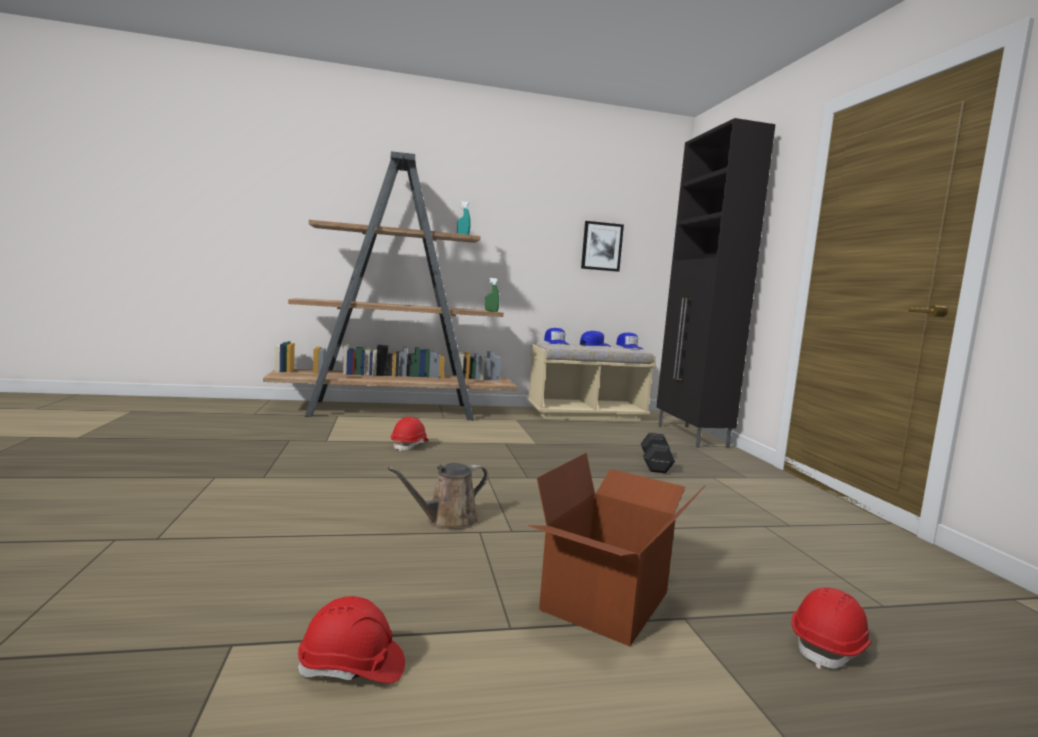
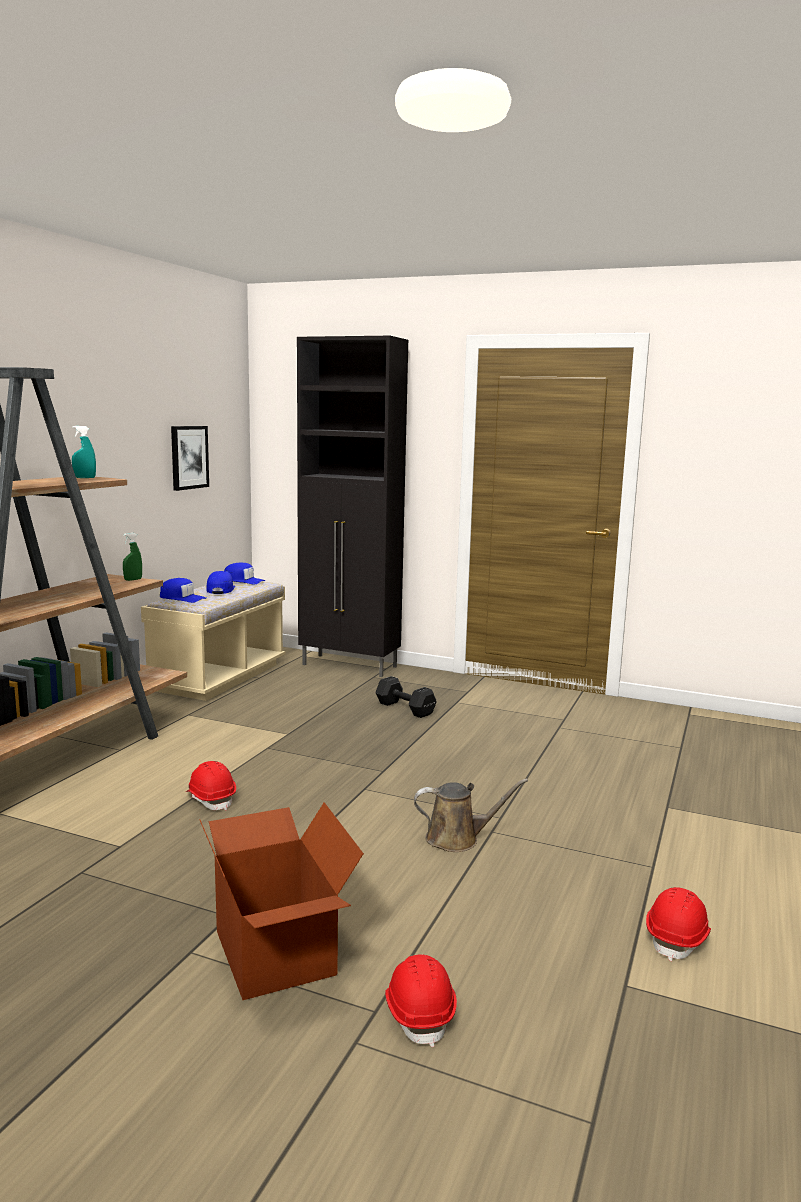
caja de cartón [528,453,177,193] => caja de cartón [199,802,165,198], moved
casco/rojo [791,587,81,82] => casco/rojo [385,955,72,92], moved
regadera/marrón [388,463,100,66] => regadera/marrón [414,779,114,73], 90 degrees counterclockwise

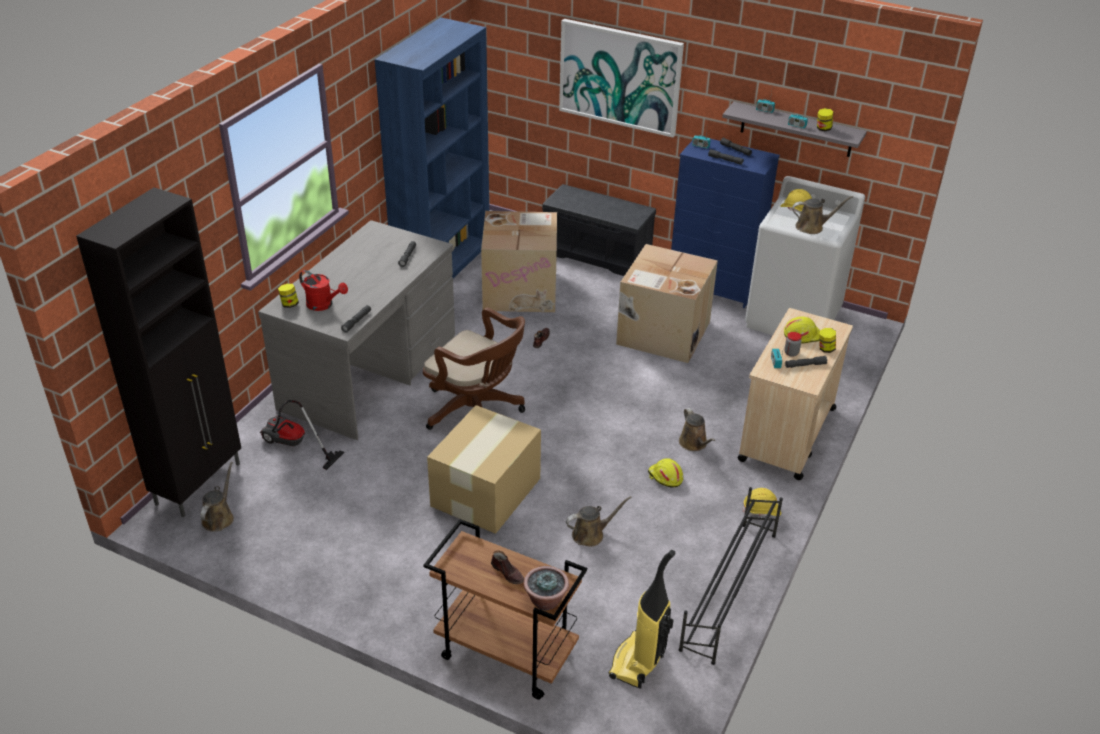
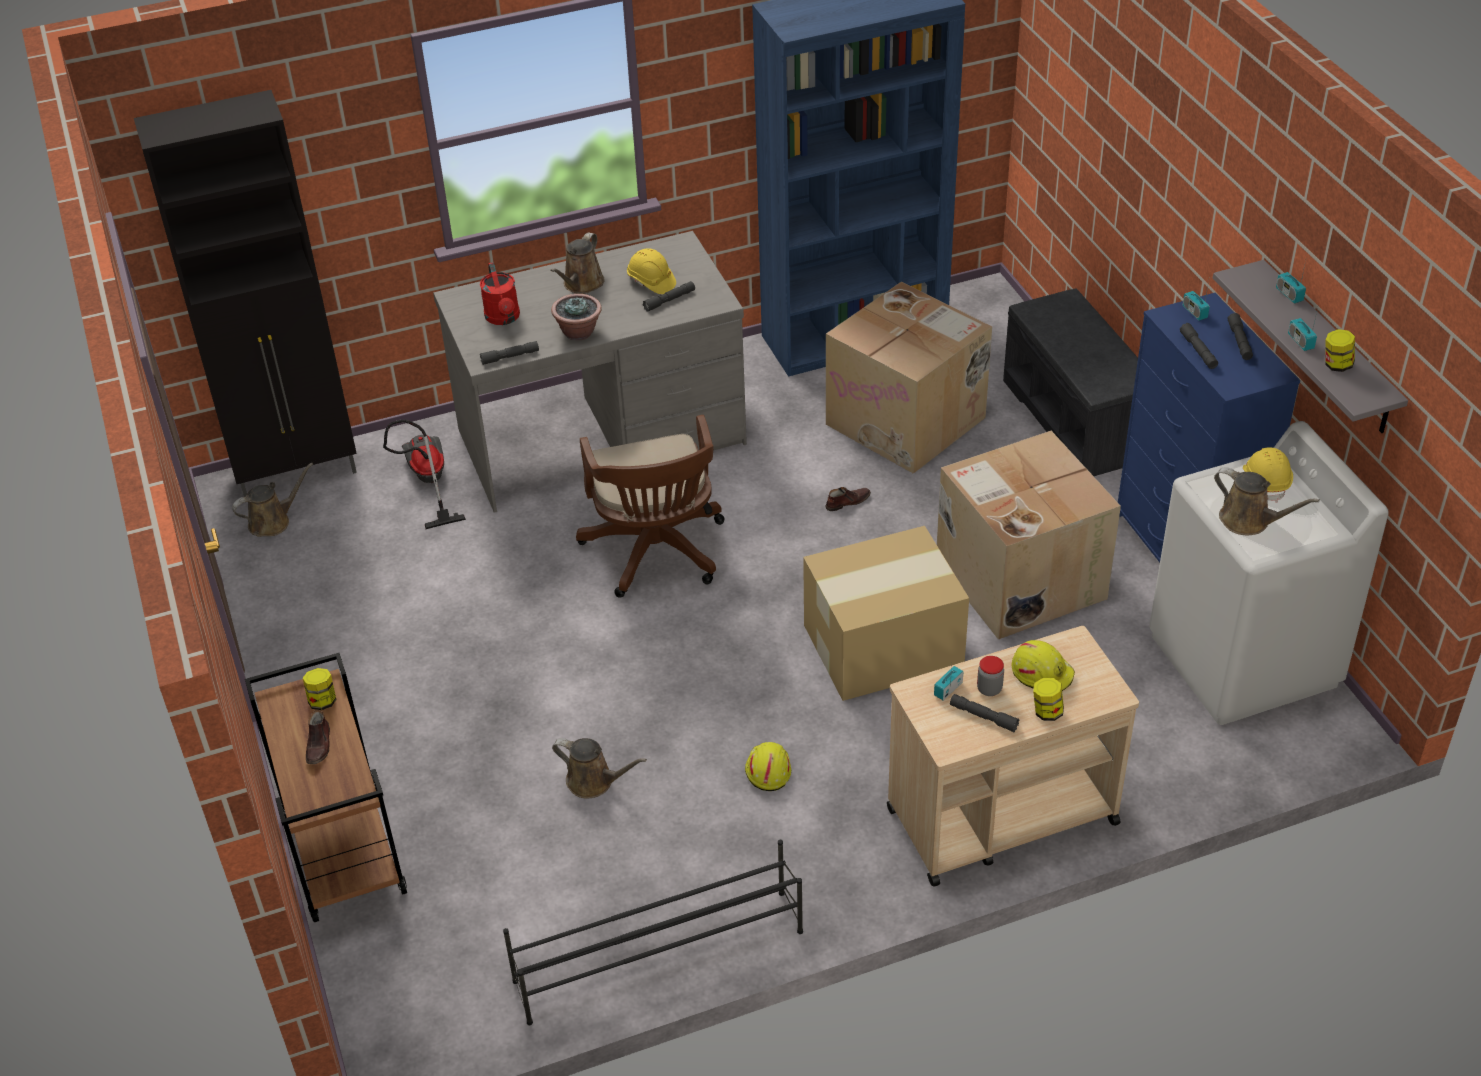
cuadro [559,19,125,119] => nothing
aspiradora [609,550,66,139] => nothing
tarro [278,284,21,24] => tarro [303,668,33,42], moved
caja de cartón [427,405,114,129] => caja de cartón [803,526,166,175], moved
planta en maceta [523,566,46,45] => planta en maceta [551,294,51,46], moved
regadera/marrón [679,408,36,43] => regadera/marrón [550,233,55,61], moved
casco/amarillo [743,488,38,28] => casco/amarillo [627,248,49,46], moved

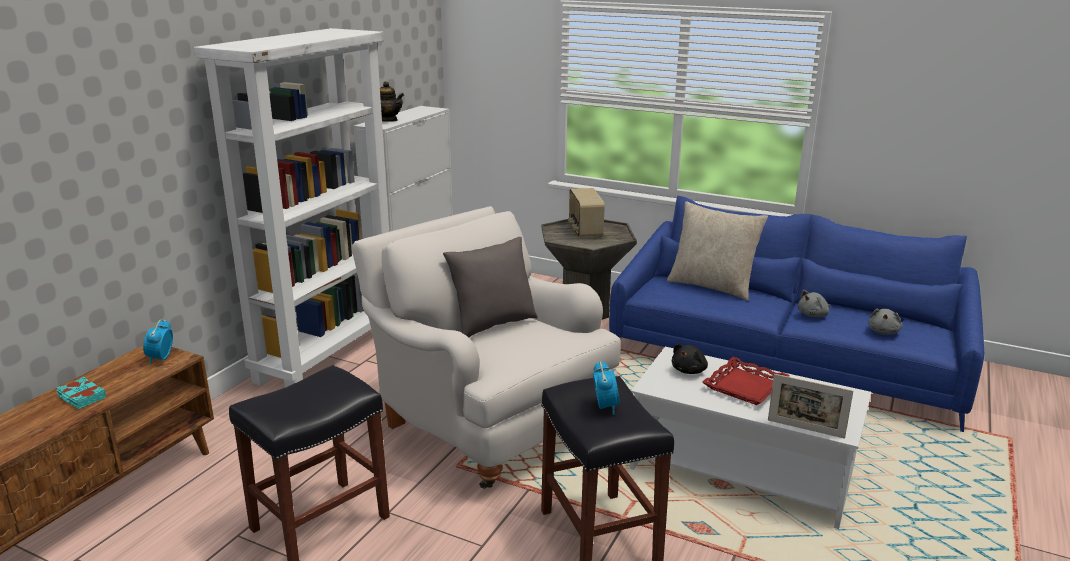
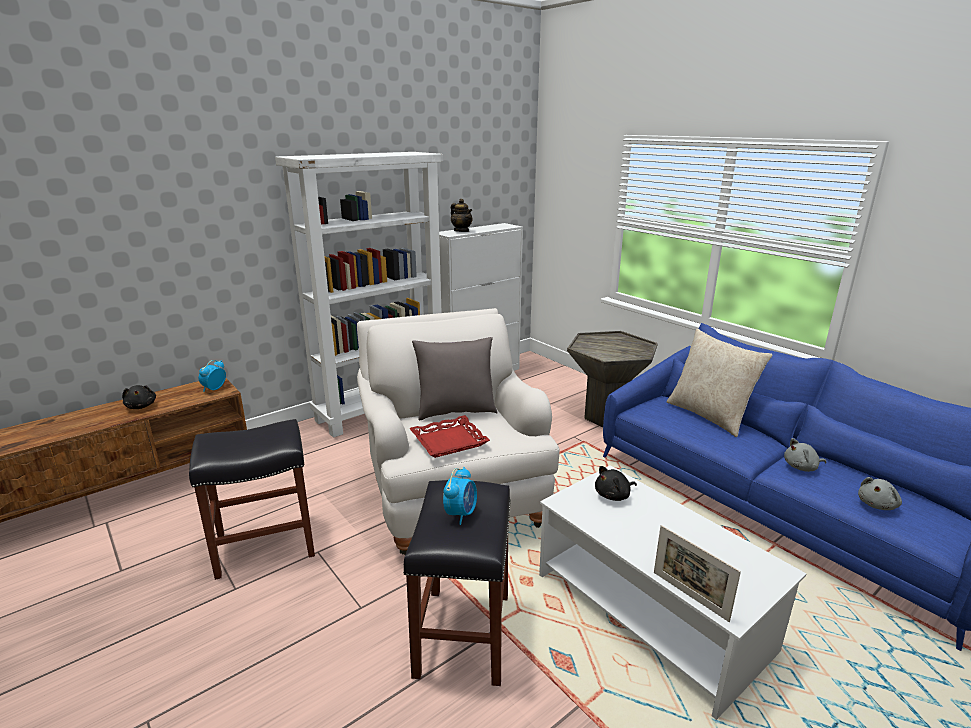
radio [568,188,37,50] => nothing
bandeja/rojo [702,357,88,48] => bandeja/rojo [409,415,81,43], moved
libro/turquesa [56,377,50,32] => peluche/negro [122,385,34,24]

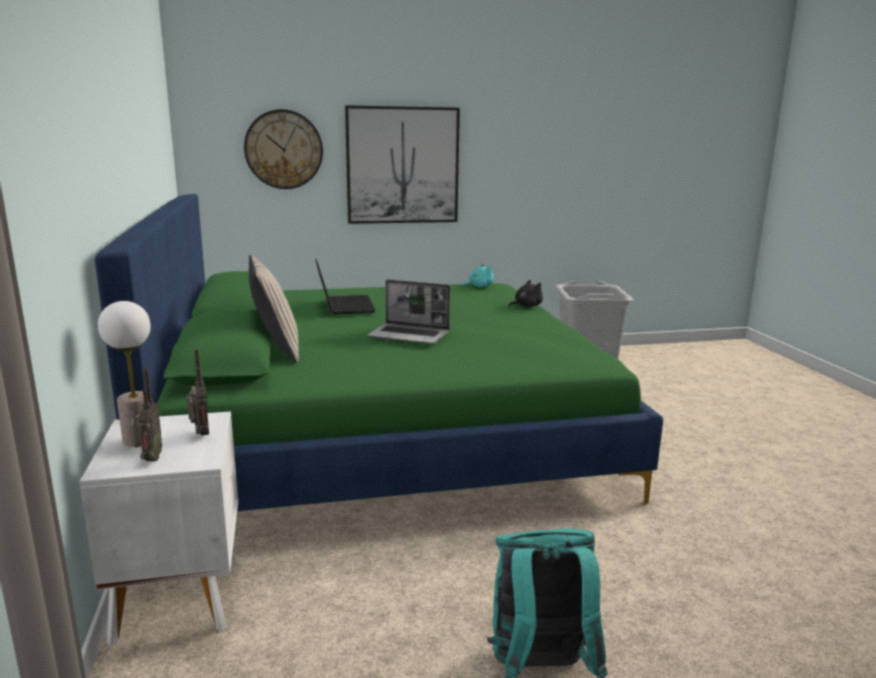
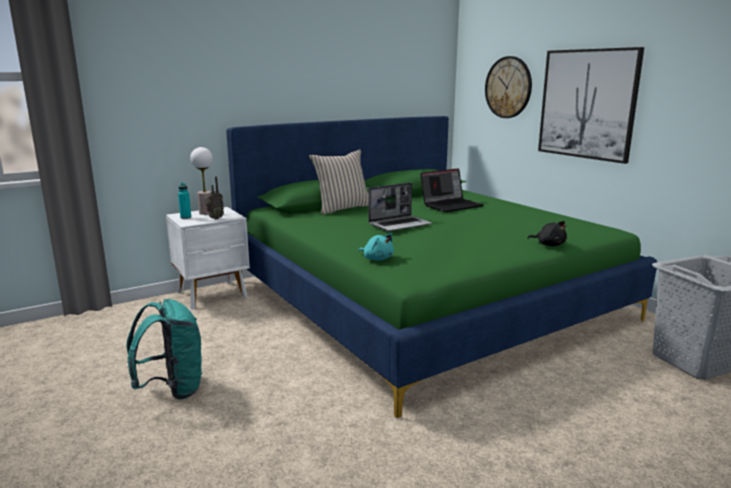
peluche/turquesa [462,263,32,25] => peluche/turquesa [358,233,36,28], moved
radio [130,368,32,93] => botella/turquesa [178,182,13,37]
portátil [368,279,82,65] => portátil [368,182,64,50], 120 degrees counterclockwise

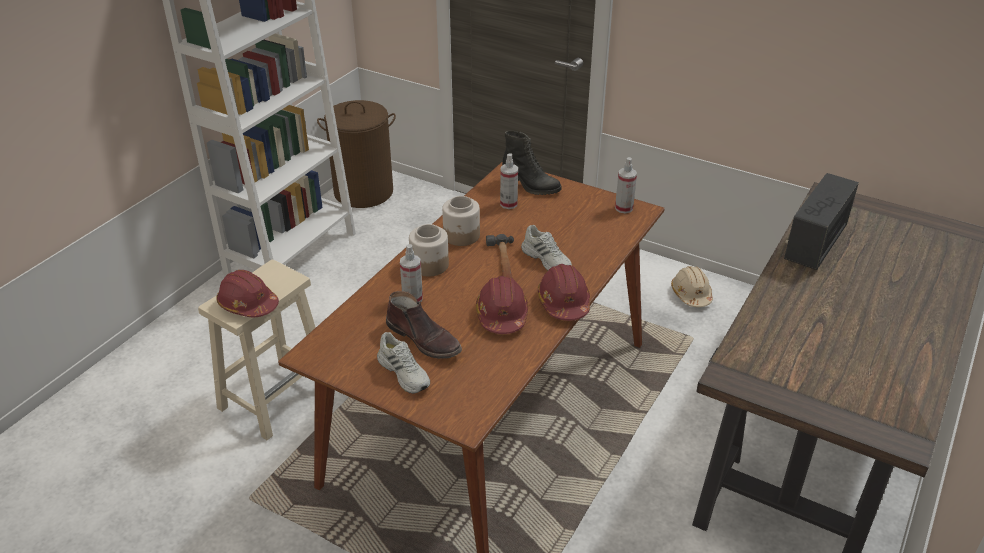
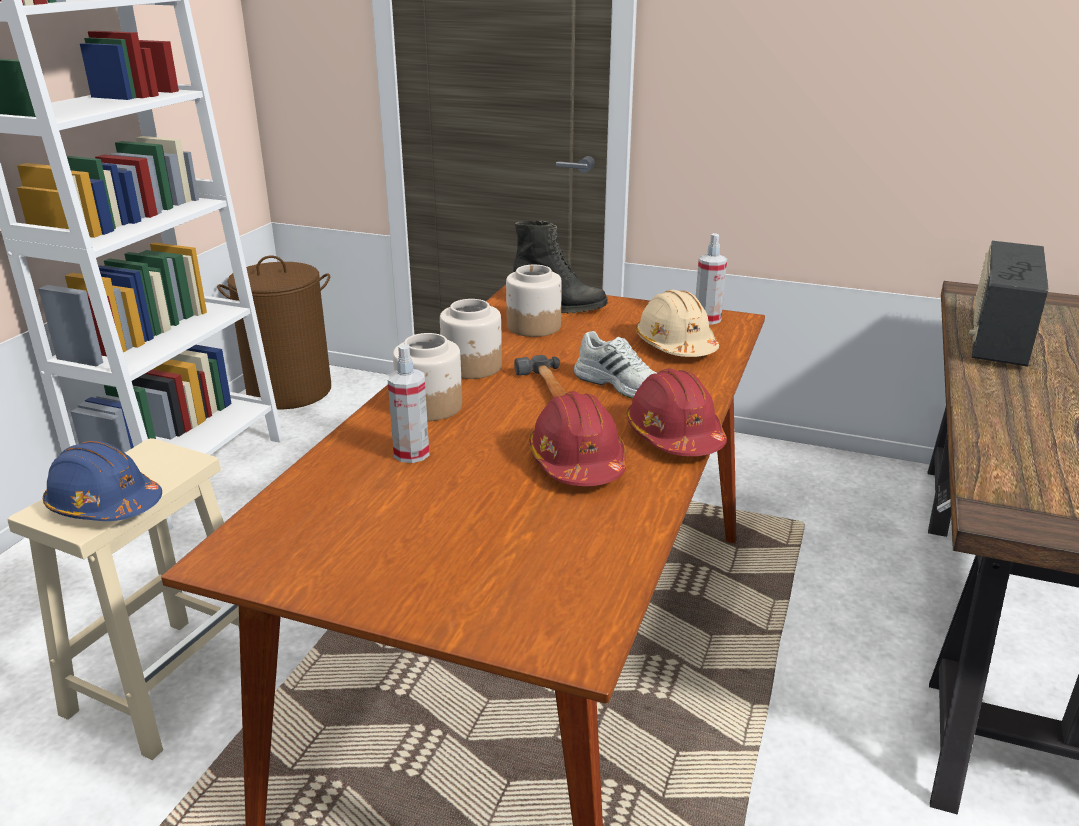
zapato/blanco [377,332,53,62] => nothing
bota/marrón [386,291,76,68] => nothing
casco/beis [671,266,42,41] => casco/beis [636,290,83,67], moved
pulverizador [500,153,18,56] => tarro [506,265,56,72]
casco/rojo [216,270,63,47] => casco/azul [43,441,119,80]

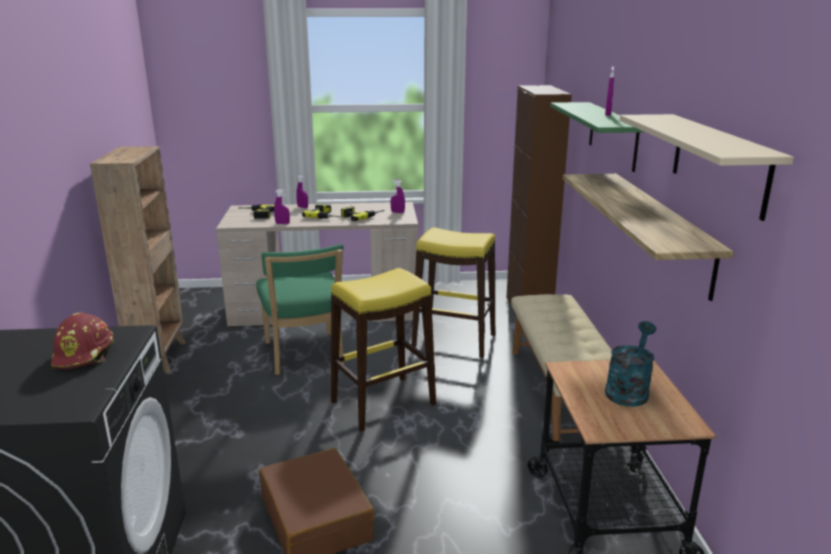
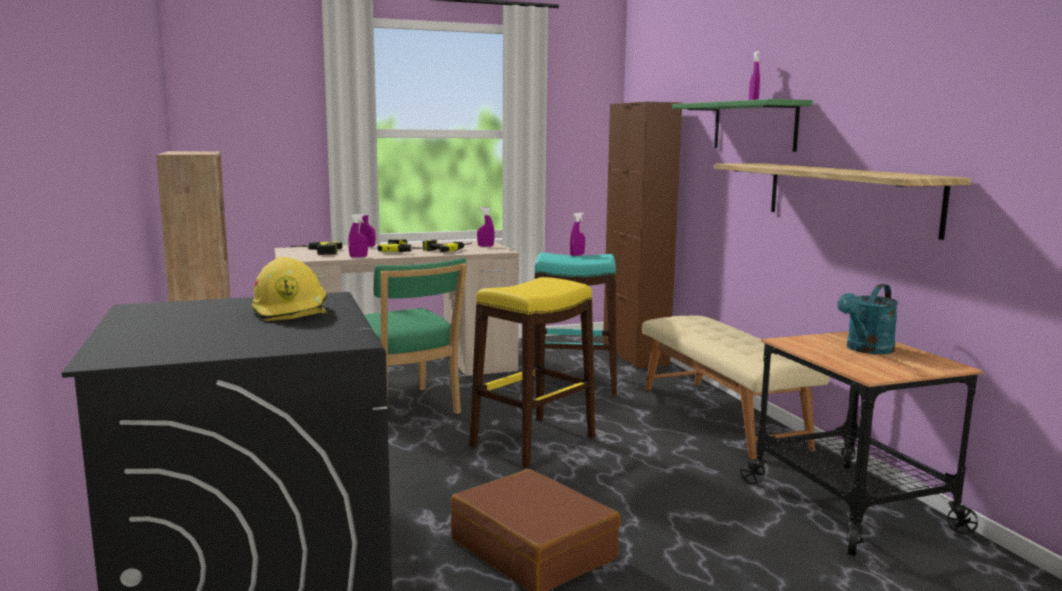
estante/beis [620,114,174,107] => nothing
nothing => pulverizador/morado [570,212,15,44]
casco/rojo [51,313,63,56] => casco/amarillo [252,257,75,64]
taburete/amarillo [412,227,83,131] => taburete/turquesa [533,253,84,143]
regadera/turquesa [605,321,51,86] => regadera/turquesa [837,284,61,70], 150 degrees counterclockwise

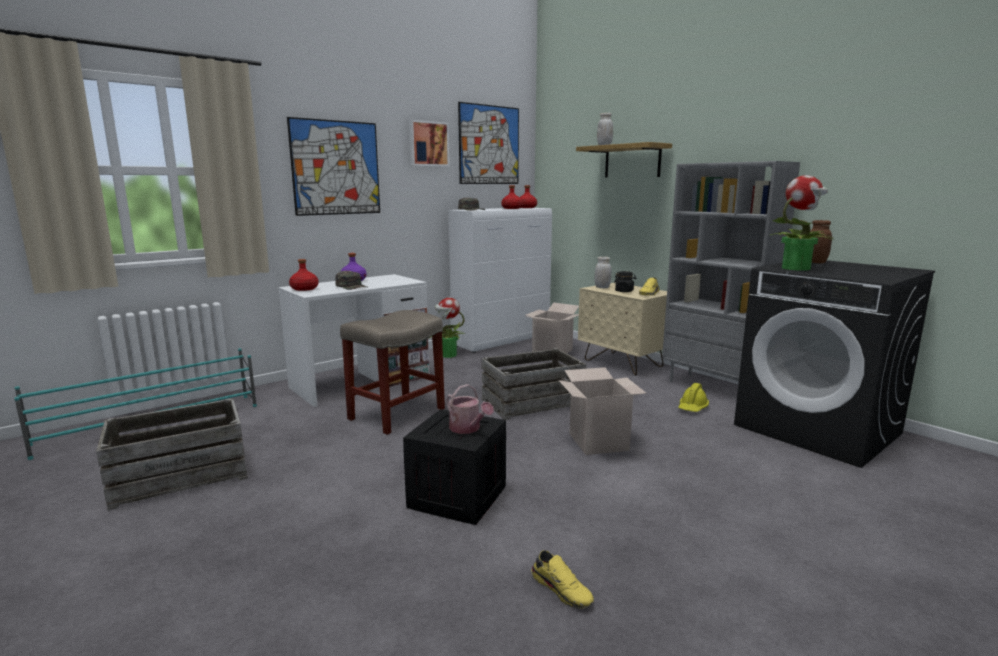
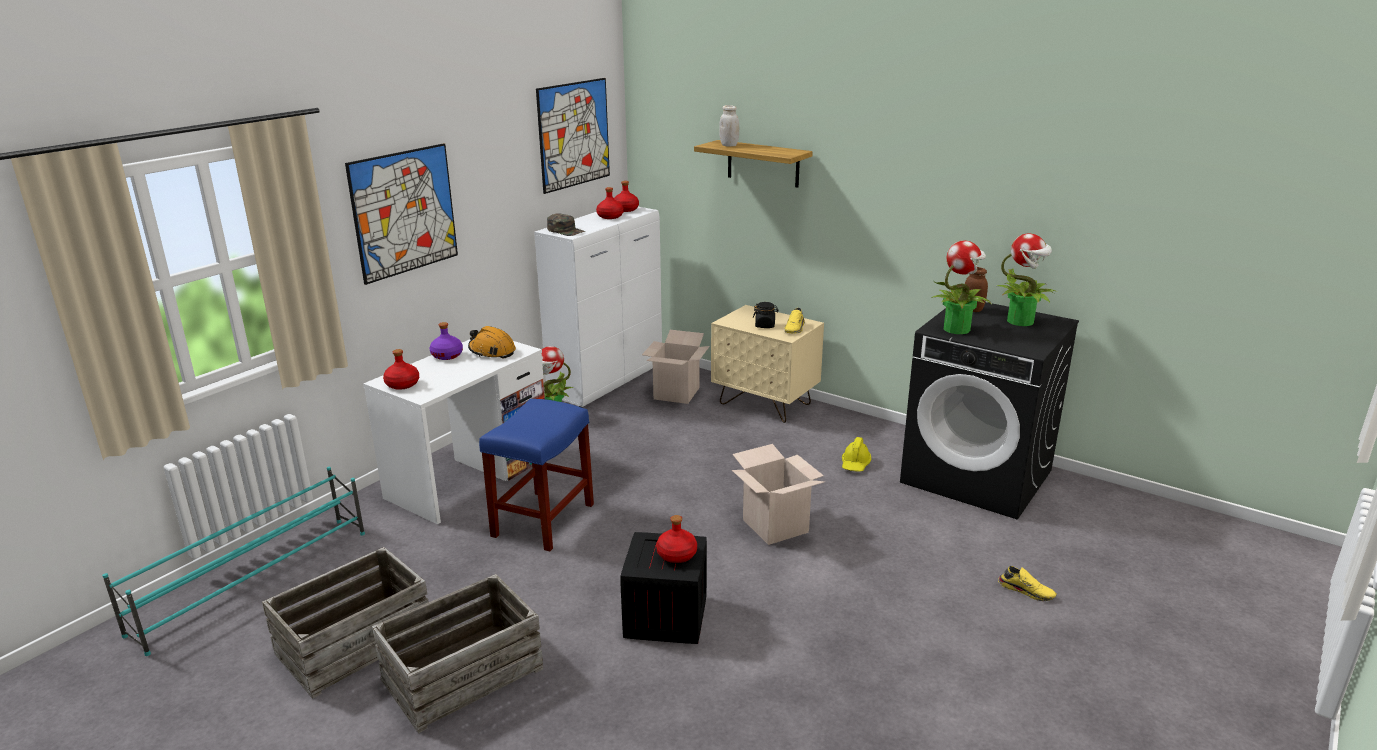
gorra/verde [335,271,32,19] => nothing
cuadro [409,120,41,47] => nothing
tarro/blanco [595,256,17,32] => nothing
estantería/gris [662,161,138,221] => nothing
nothing => casco/naranja [468,326,48,33]
nothing => planta en maceta [997,233,60,93]
caja de embalaje [481,348,105,72] => caja de embalaje [372,574,171,159], moved
zapato/amarillo [531,550,63,59] => zapato/amarillo [998,566,59,35], moved
regadera [446,384,48,50] => botella/rojo [656,515,41,48]
taburete/beis [340,310,105,125] => taburete/azul [479,399,115,152]

